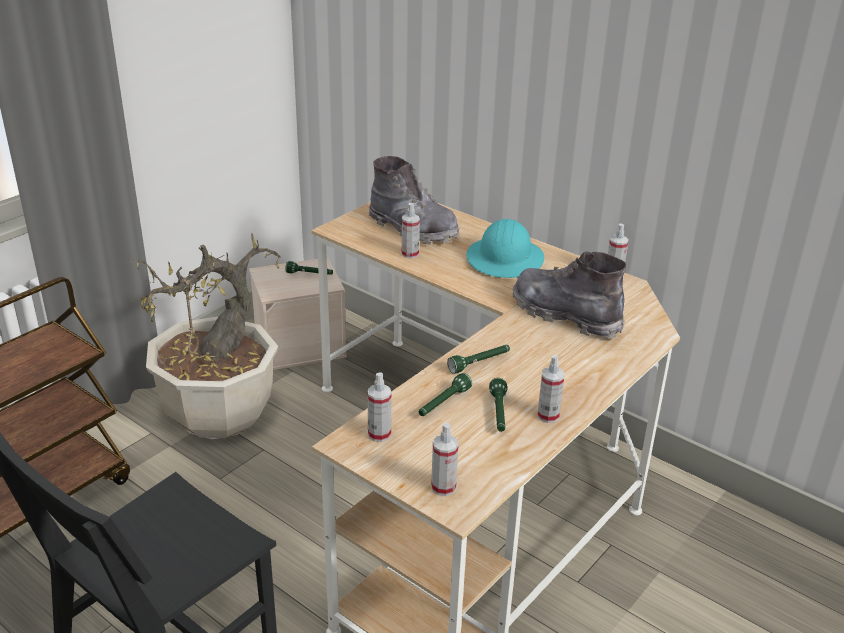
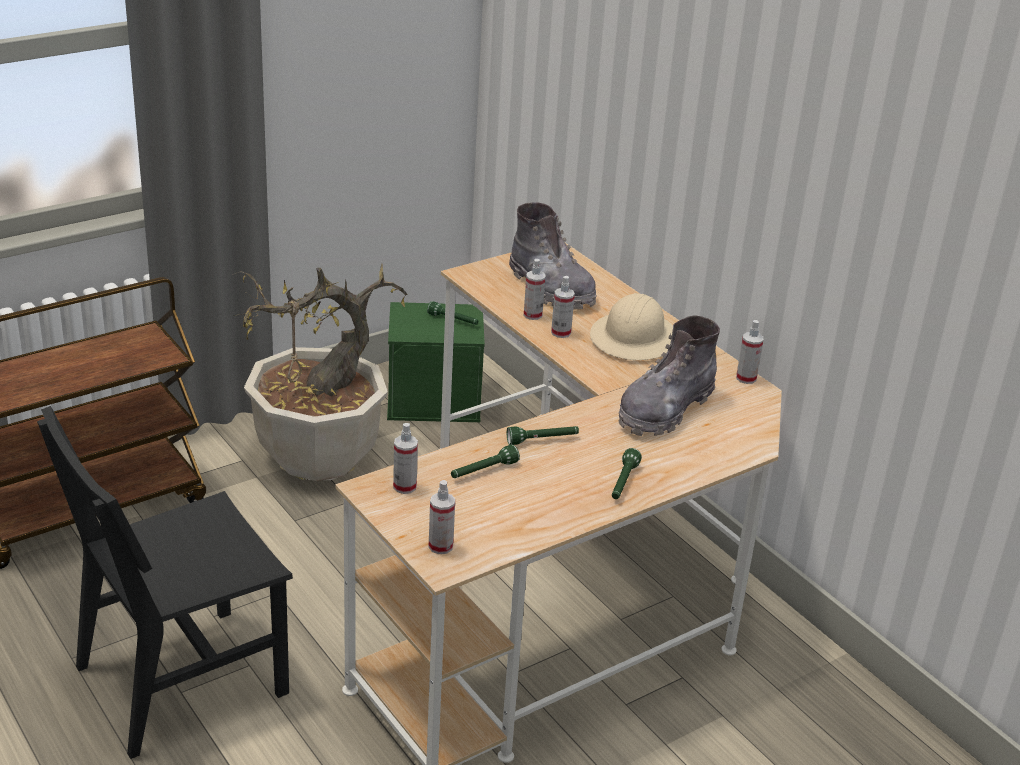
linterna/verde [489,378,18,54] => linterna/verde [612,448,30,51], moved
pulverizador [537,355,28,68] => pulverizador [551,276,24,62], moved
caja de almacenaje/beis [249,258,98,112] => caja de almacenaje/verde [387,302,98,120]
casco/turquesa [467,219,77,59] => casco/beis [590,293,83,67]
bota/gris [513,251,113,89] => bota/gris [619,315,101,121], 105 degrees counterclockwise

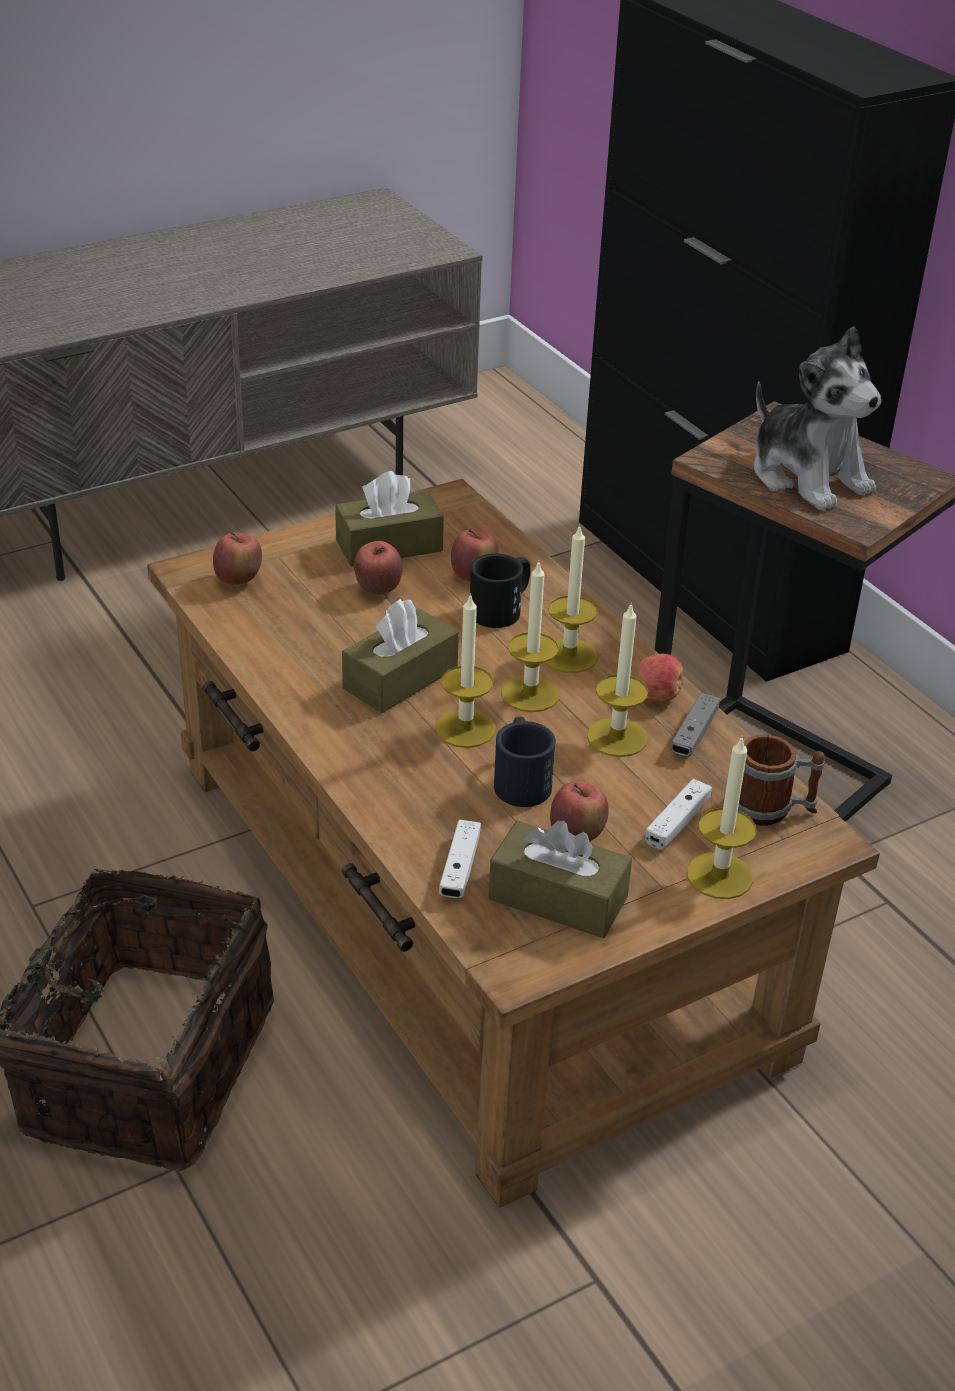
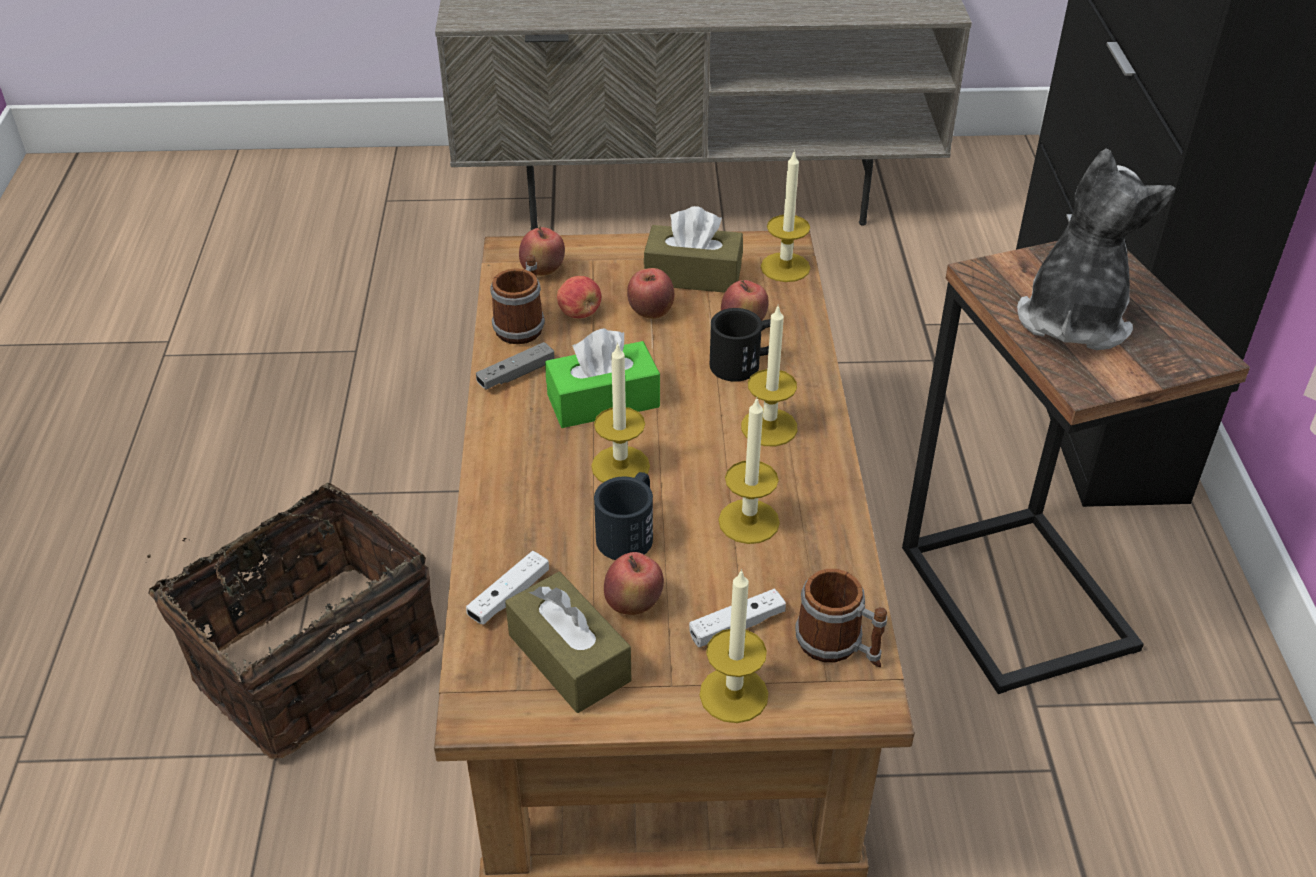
nothing => taza grande [490,255,55,89]
vela [501,560,59,152] => vela [761,150,49,132], moved
manzana [637,654,46,48] => manzana [557,276,44,42], moved
mando de consola/gris [670,693,50,63] => mando de consola/gris [476,342,78,47], moved
caja de pañuelos/marrón [342,599,117,114] => caja de pañuelos/verde [545,328,115,100]
peluche [754,326,127,185] => peluche [1017,149,159,201], 150 degrees counterclockwise

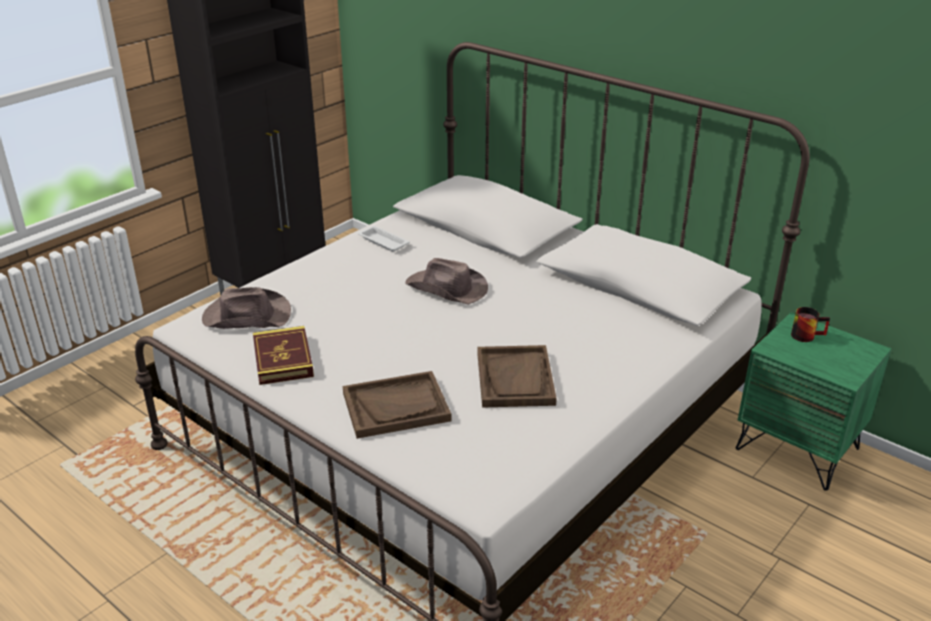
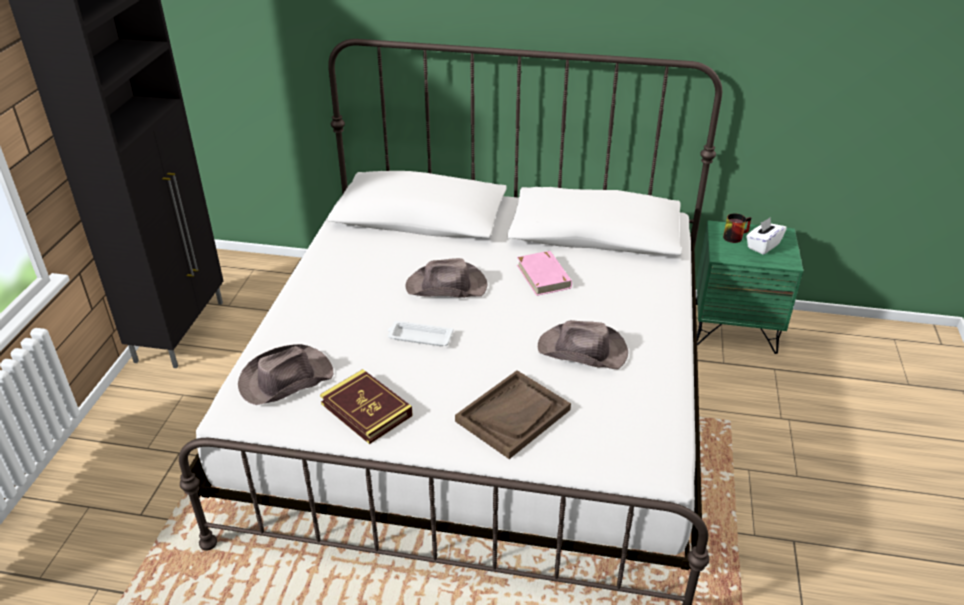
nothing => libro/rosa [517,251,55,45]
nothing => caja de pañuelos/blanco [746,217,41,38]
bandeja/blanco [358,226,52,26] => bandeja/blanco [388,321,66,25], moved
bandeja/marrón [477,345,80,63] => sombrero/marrón [538,320,90,49]

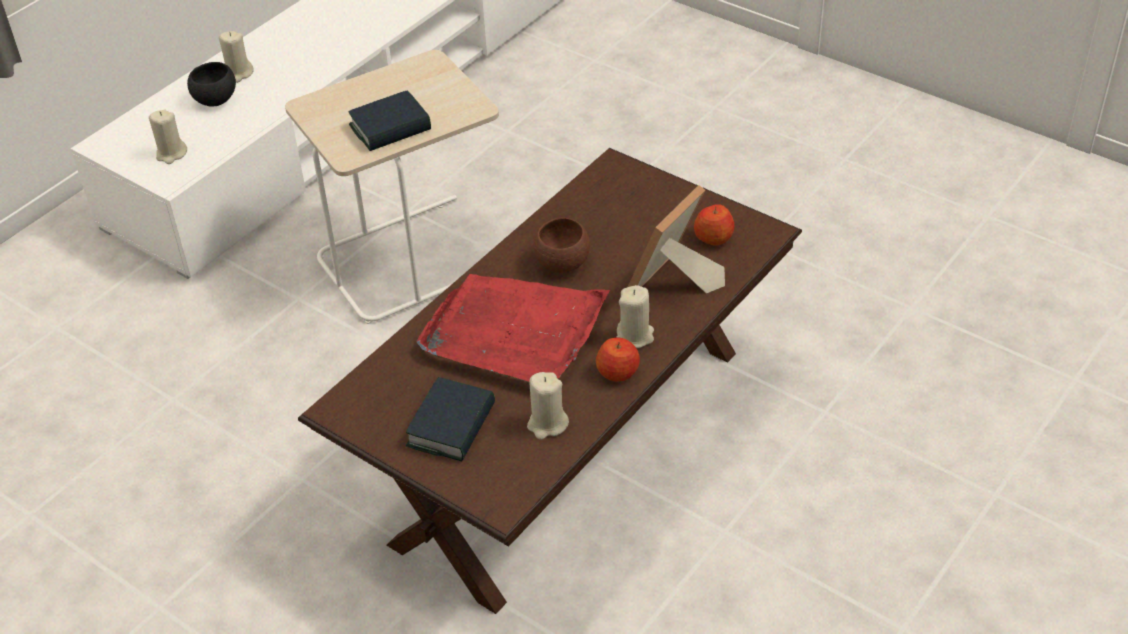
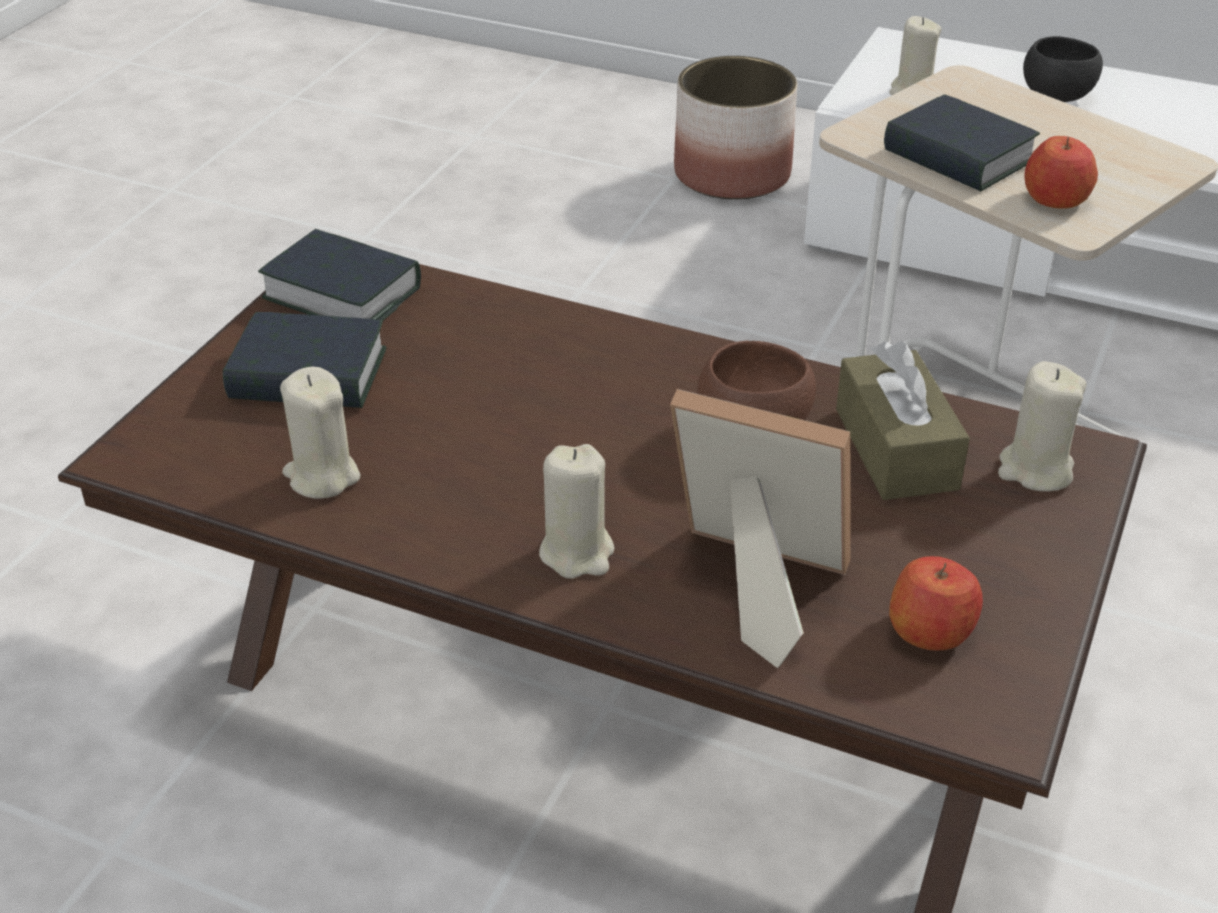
bandeja/rojo [416,274,194,108] => nothing
nothing => libro [258,229,163,91]
nothing => maceta [674,56,123,144]
nothing => caja de pañuelos/marrón [836,341,134,159]
vela/beis [219,31,34,52] => vela/beis [998,361,88,131], moved
manzana [596,337,44,45] => manzana [1024,136,74,73], moved

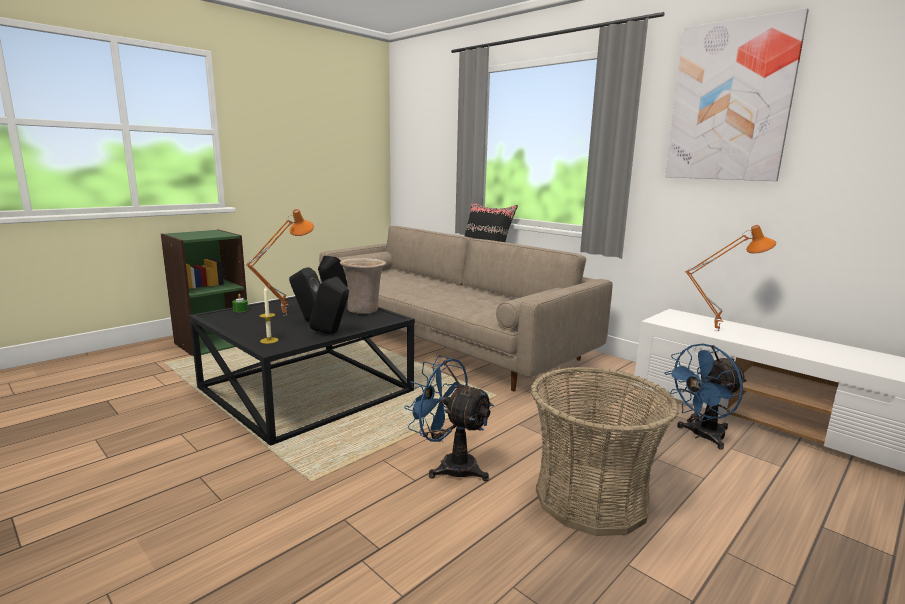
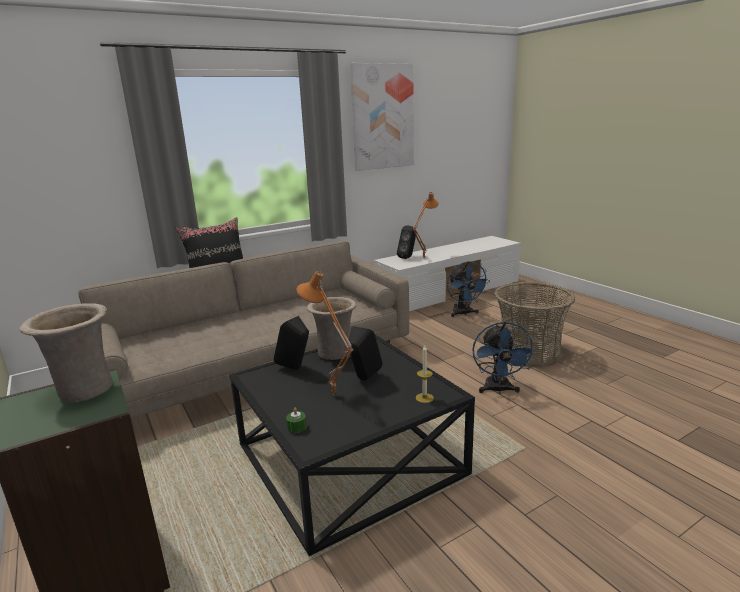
nothing => florero/beis [19,303,94,99]
altavoz/negro [309,276,40,58] => altavoz/negro [397,226,19,33], moved
ventilador/azul [404,355,90,126] => ventilador/azul [472,322,64,72], 45 degrees counterclockwise

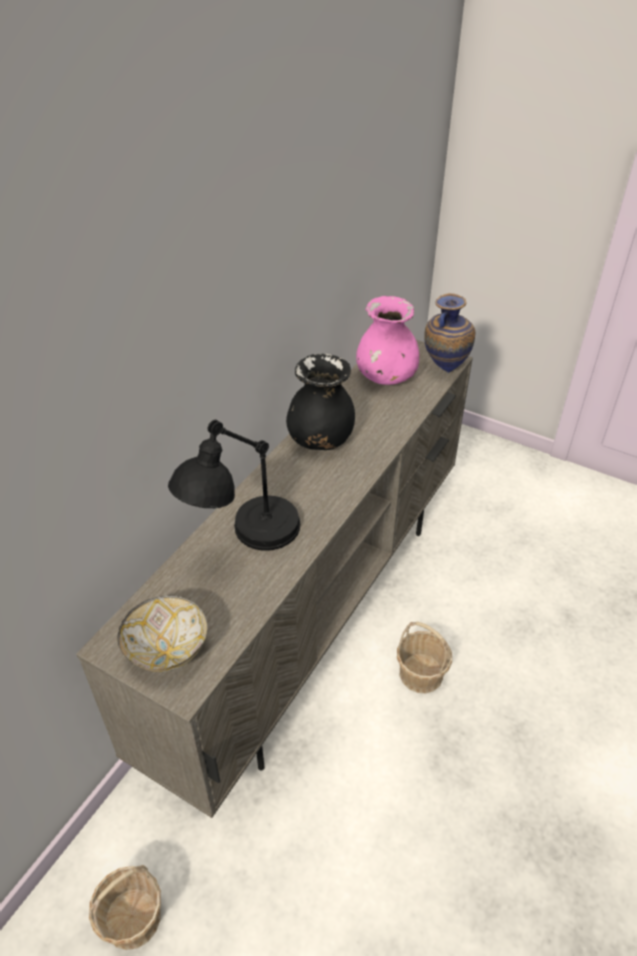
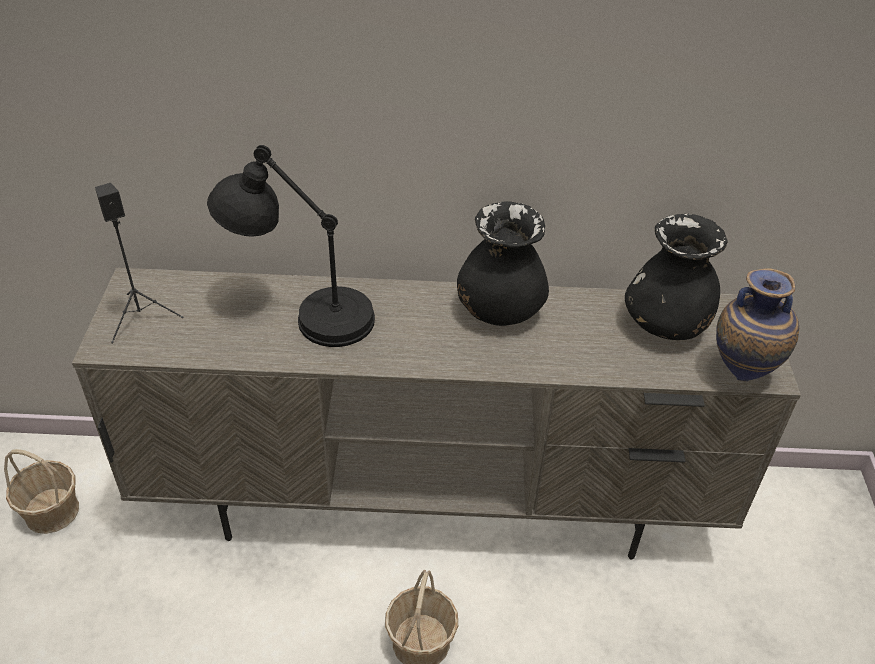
cuenco [117,595,91,77] => altavoz/negro [95,183,89,160]
florero/rosa [356,296,63,89] => florero/negro [625,214,103,126]

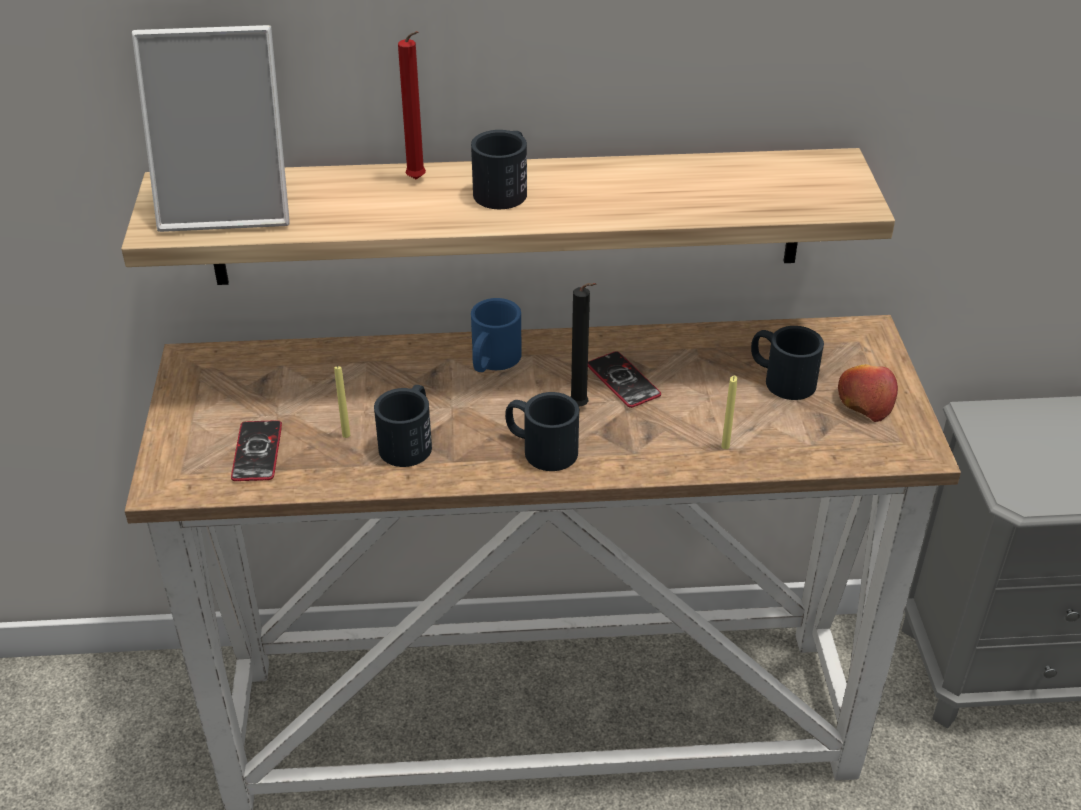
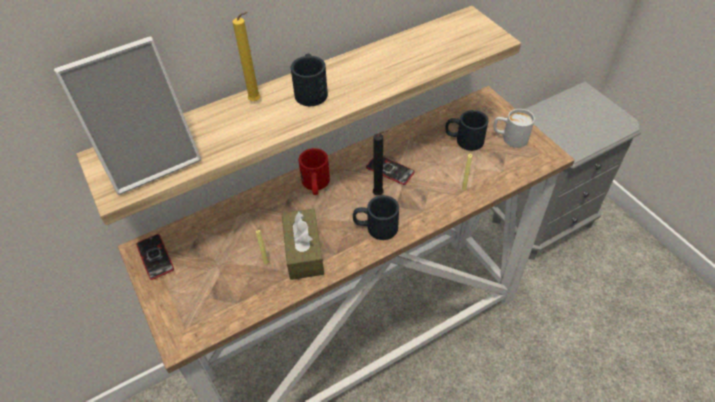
móvil [231,420,51,61] => móvil [136,234,38,46], moved
taza grande/negro [374,385,58,82] => caja de pañuelos/marrón [282,209,42,71]
manzana [838,364,60,58] => taza grande/blanco [493,109,42,39]
vela/rojo [398,31,28,148] => vela/amarillo [233,12,27,89]
taza grande/azul [471,298,51,74] => taza grande/rojo [298,148,32,47]

